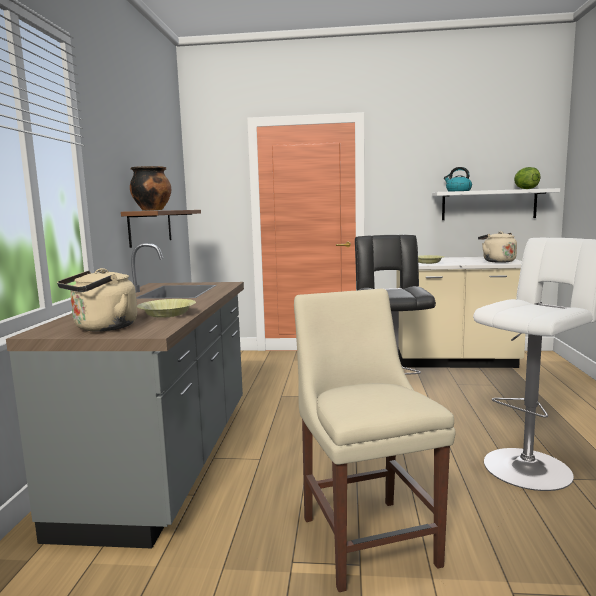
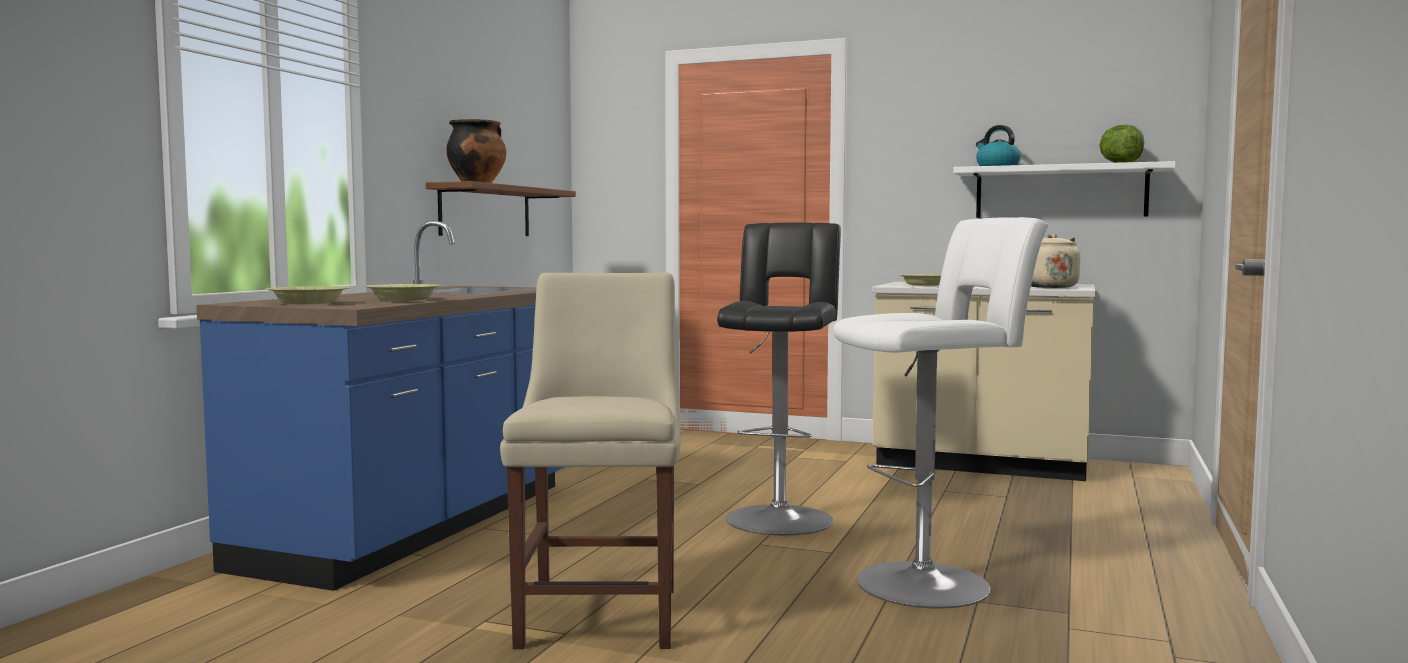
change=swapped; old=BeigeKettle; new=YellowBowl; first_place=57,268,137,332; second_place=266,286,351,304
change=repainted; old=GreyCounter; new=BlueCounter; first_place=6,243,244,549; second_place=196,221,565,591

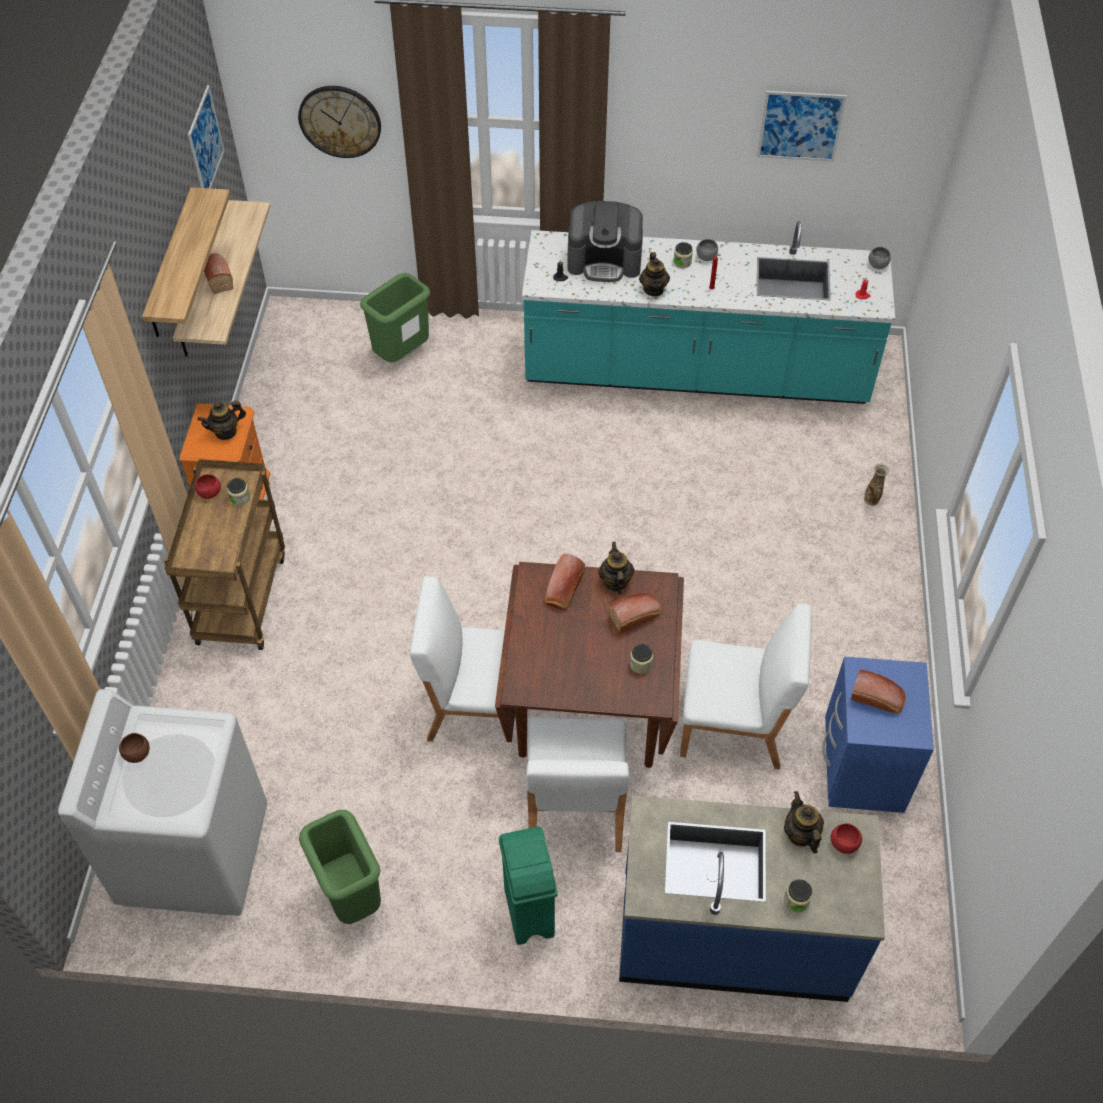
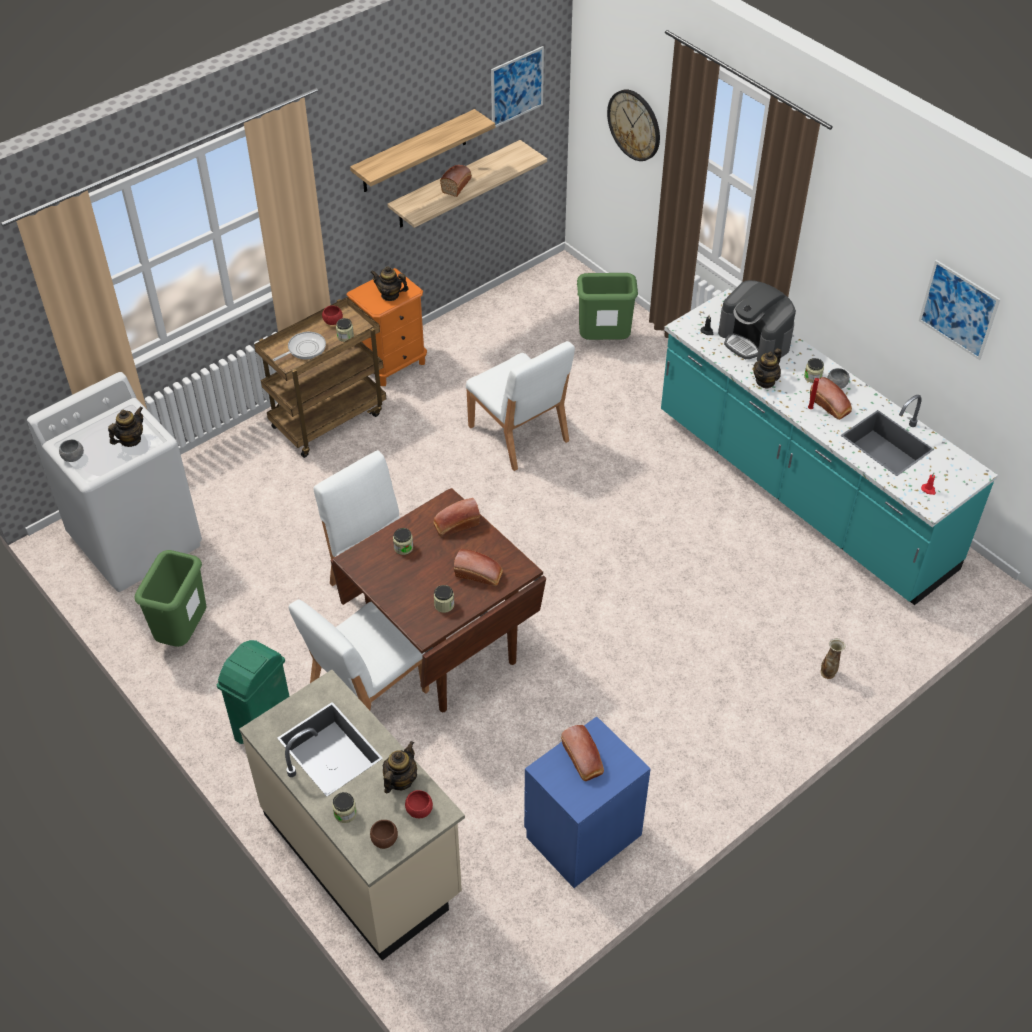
change=new; new=FryingPan; second_place=273,332,326,361
change=new; new=Jar; second_place=393,528,413,555
change=new; new=Bread; second_place=810,377,852,420
change=shifted; old=BrownBowl; first_place=119,733,149,763; second_place=370,820,398,849
change=shifted; old=Teapot; first_place=598,542,635,595; second_place=108,407,143,447
change=shifted; old=WhiteChair; first_place=680,604,812,770; second_place=466,341,575,471
change=shifted; old=GreyBowl; first_place=868,247,891,269; second_place=59,440,84,462
change=repainted; old=BlueCounter; new=BeigeCounter; first_place=619,795,885,1002; second_place=239,670,465,961

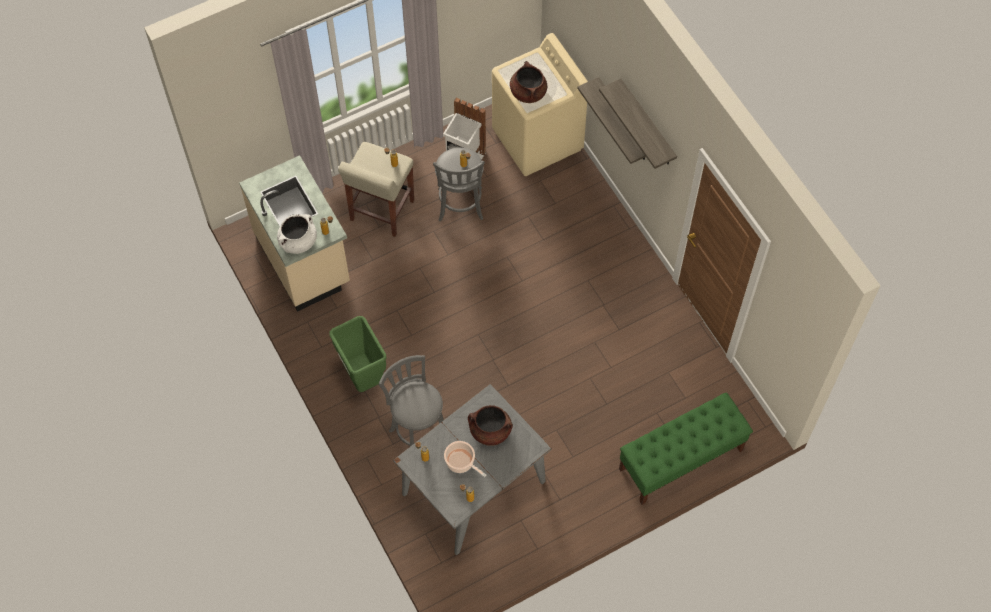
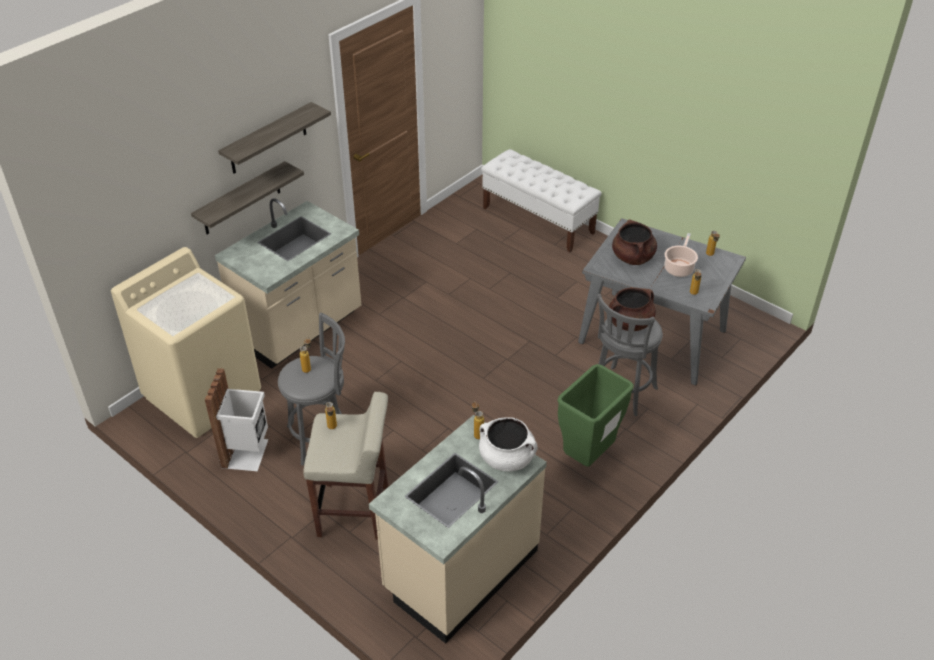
change=new; new=BeigeCounter; second_place=215,198,361,369
change=shifted; old=BrownCookingPot; first_place=510,61,547,103; second_place=609,287,656,331
change=repainted; old=GreenBench; new=WhiteBench; first_place=619,392,753,505; second_place=481,149,602,252

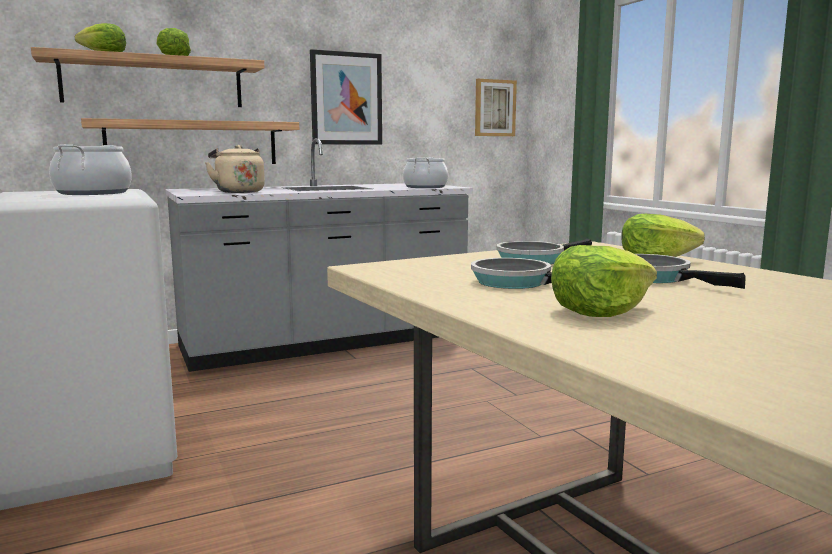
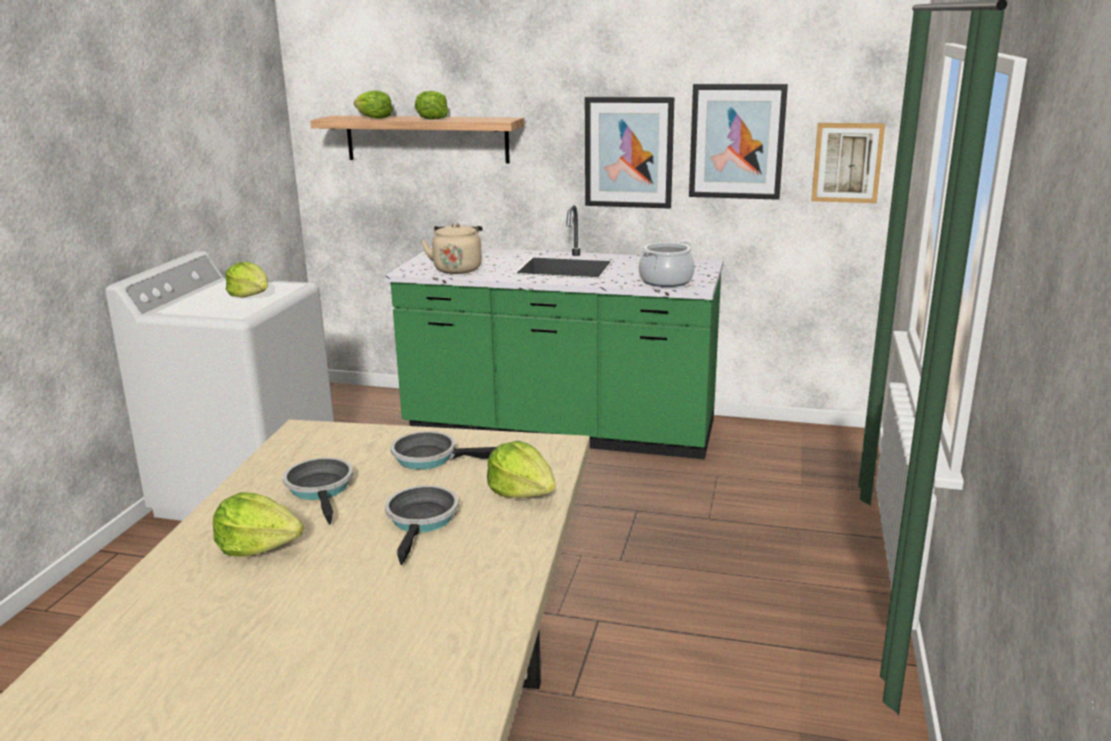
change=gone; old=Shelf; first_place=81,118,299,164
change=new; new=Picture; second_place=689,84,788,200
change=swapped; old=CookingPot; new=Lettuce; first_place=49,144,132,195; second_place=225,262,268,298
change=repainted; old=GreyCounter; new=GreenCounter; first_place=165,138,473,372; second_place=385,205,724,459

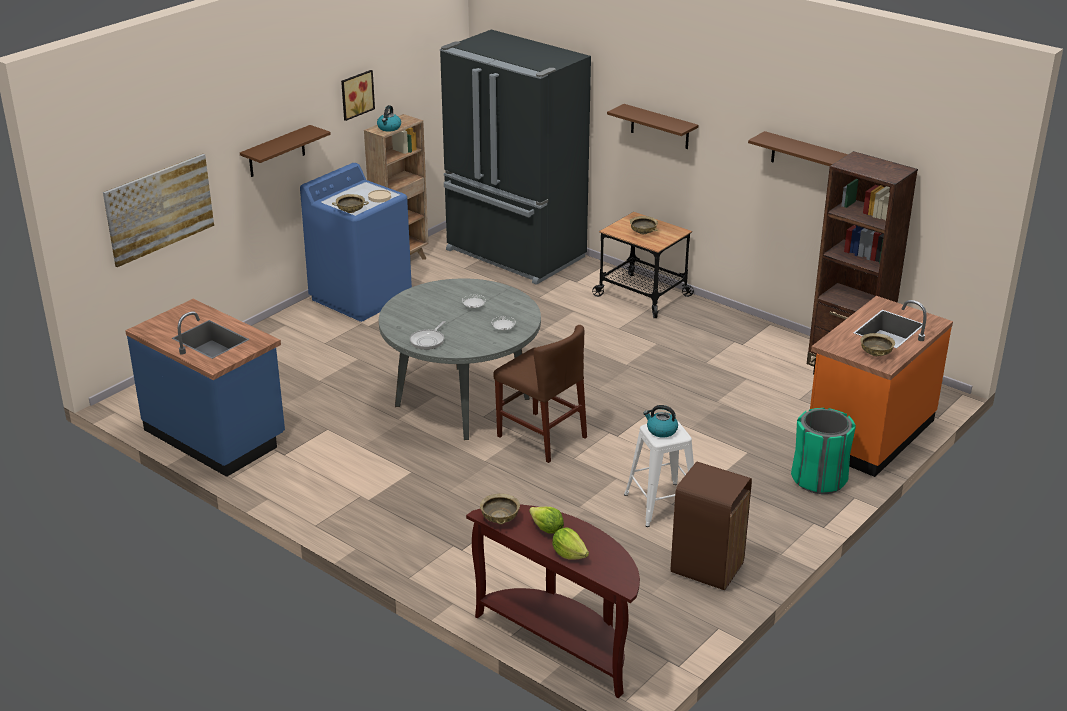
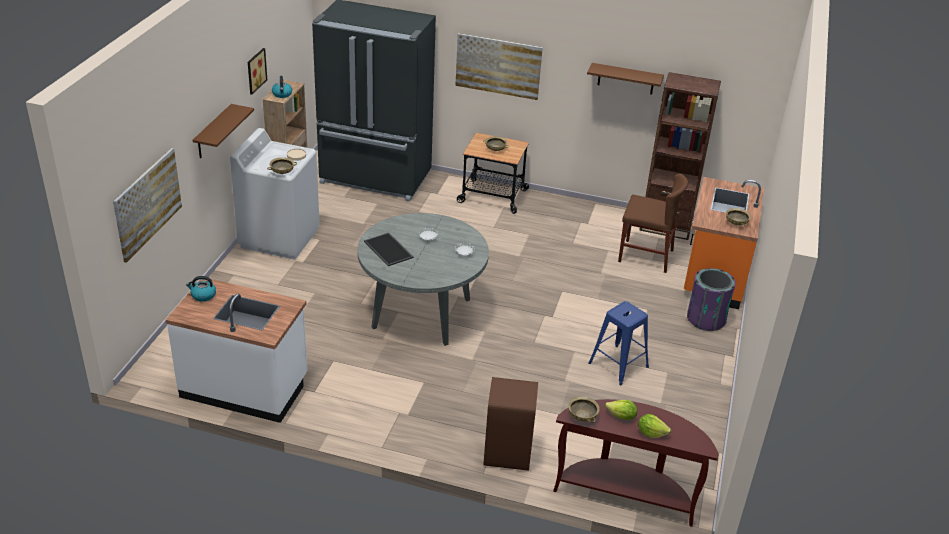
change=gone; old=FryingPan; first_place=410,321,445,350
change=new; new=Tray; second_place=364,233,413,266
change=shifted; old=BrownChair; first_place=494,325,587,463; second_place=618,174,688,273
change=shifted; old=Kettle; first_place=643,405,678,438; second_place=186,276,216,302
change=shifted; old=BrownTrashCan; first_place=671,462,752,590; second_place=483,377,538,471
change=swapped; old=BrownShelf; new=Picture; first_place=607,104,698,149; second_place=455,33,543,100
change=repainted; old=BlueCounter; new=WhiteCounter; first_place=125,299,285,477; second_place=165,279,307,423
change=repainted; old=BlueWashingMachine; new=WhiteWashingMachine; first_place=300,163,412,322; second_place=230,128,320,260
change=repainted; old=WhiteStool; new=BlueStool; first_place=624,420,694,527; second_place=588,301,649,386
change=repainted; old=GreenTrashCan; new=PurpleTrashCan; first_place=791,408,856,494; second_place=687,268,735,331

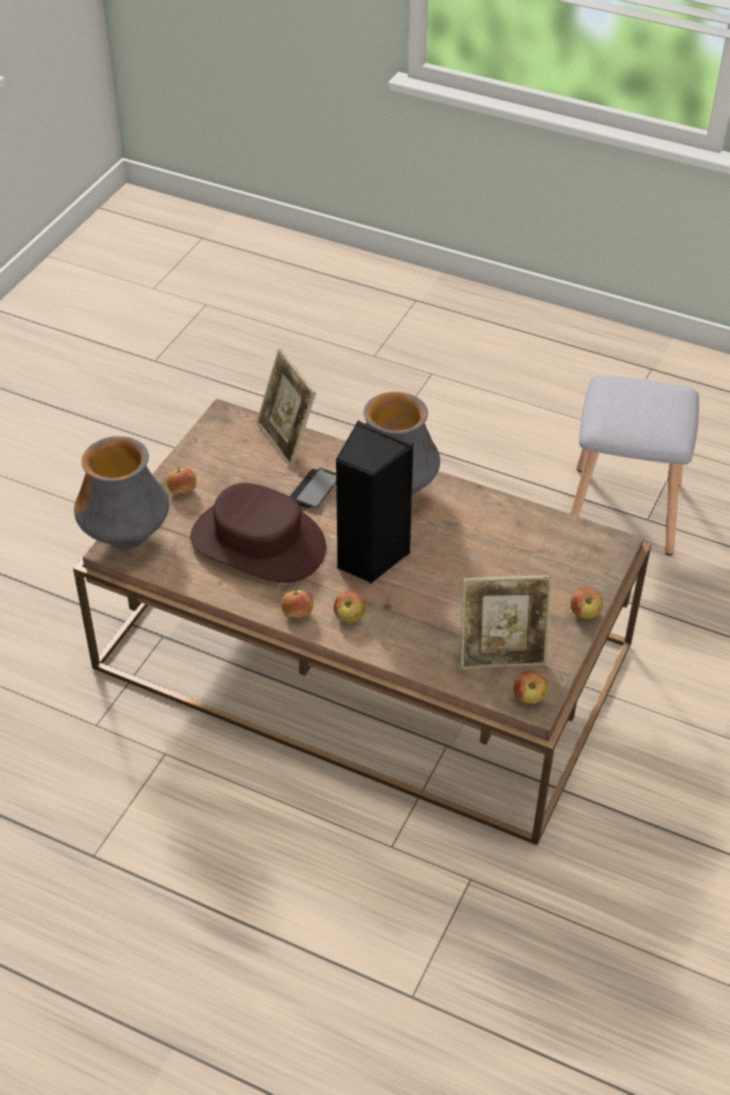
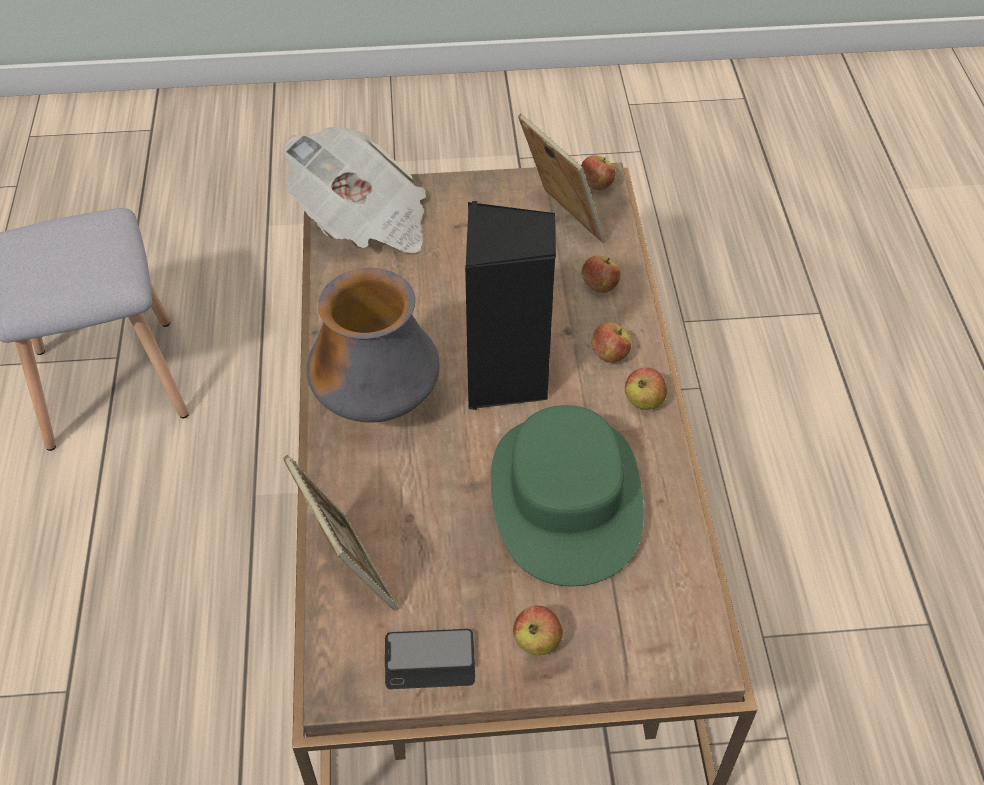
change=gone; old=Vase; first_place=74,436,169,549
change=new; new=Newspaper; second_place=284,127,426,253
change=shifted; old=Phone; first_place=289,468,336,508; second_place=385,629,475,689
change=shifted; old=Apple; first_place=571,588,603,619; second_place=582,255,621,293
change=repainted; old=BrownHat; new=GreenHat; first_place=190,483,326,583; second_place=491,405,644,587
change=rotated; old=PictureFrame; first_place=257,349,316,467; second_place=283,455,399,611; degrees=-60

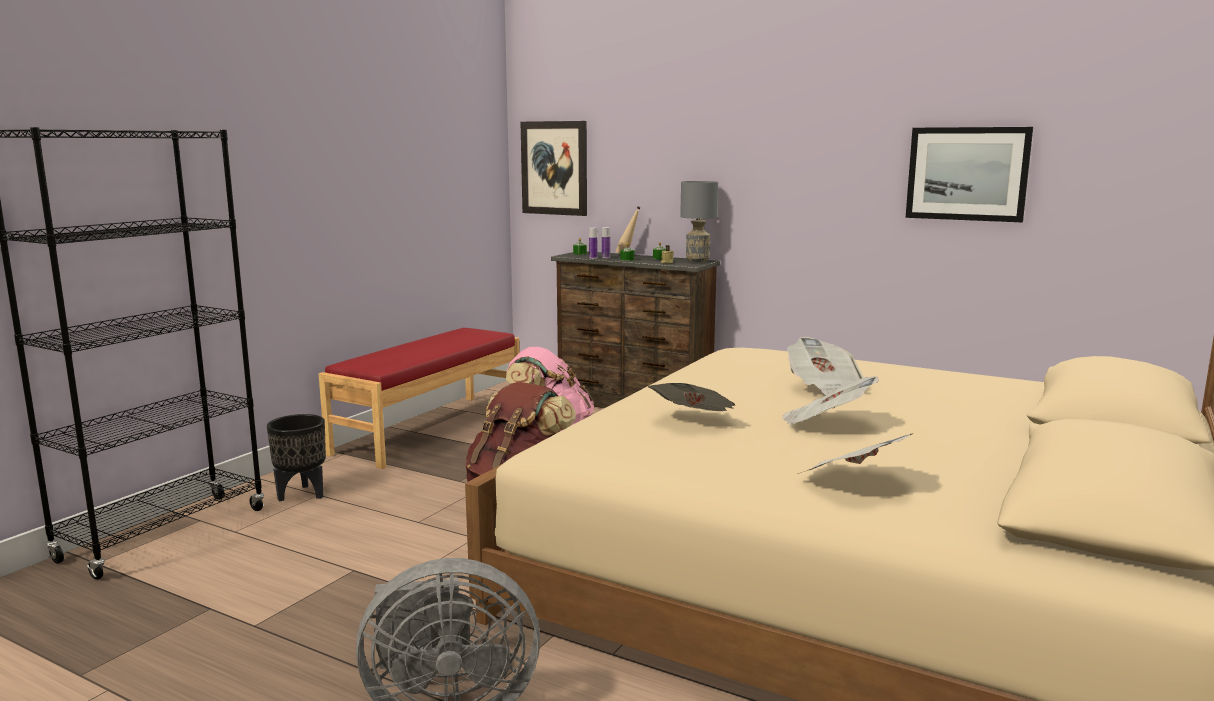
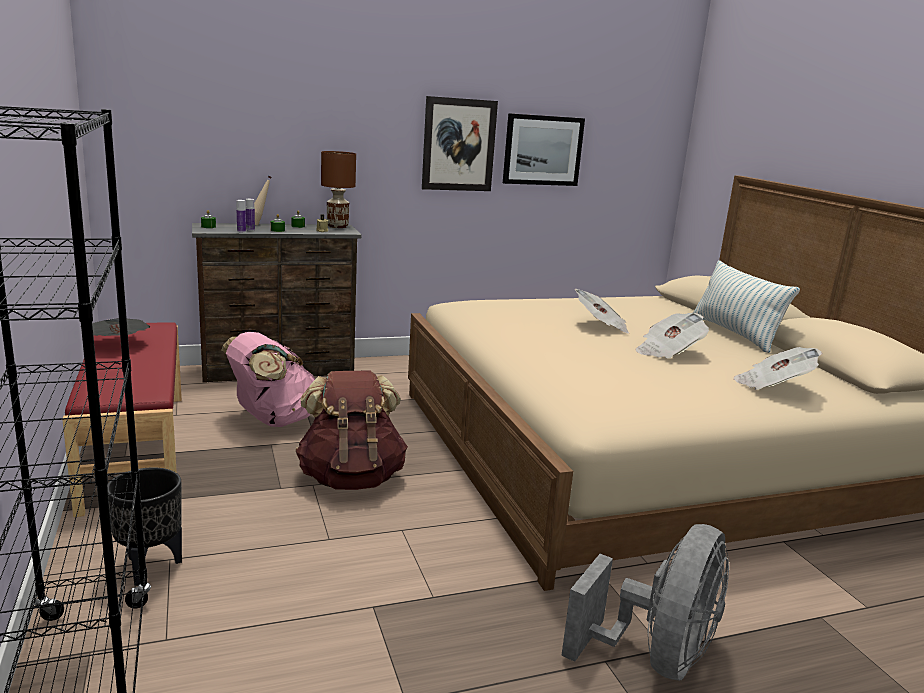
change=new; new=Pillow; second_place=693,260,800,353
change=shifted; old=Picture; first_place=520,121,587,216; second_place=422,96,498,191
change=shifted; old=Newspaper; first_place=648,383,735,411; second_place=80,318,150,336
change=repainted; old=GreyTableLamp; new=BrownTableLamp; first_place=680,181,718,262; second_place=321,151,356,228

